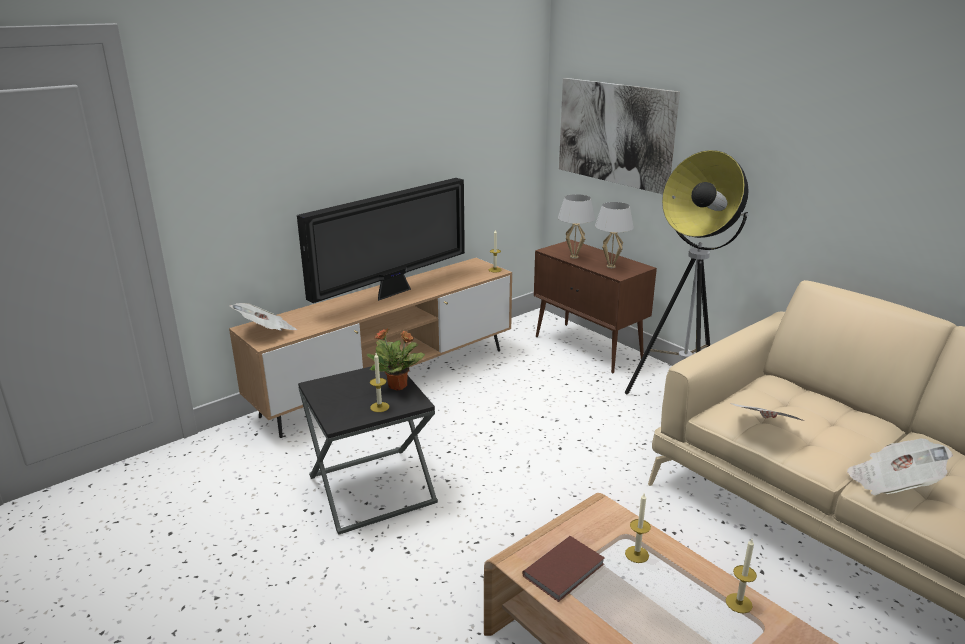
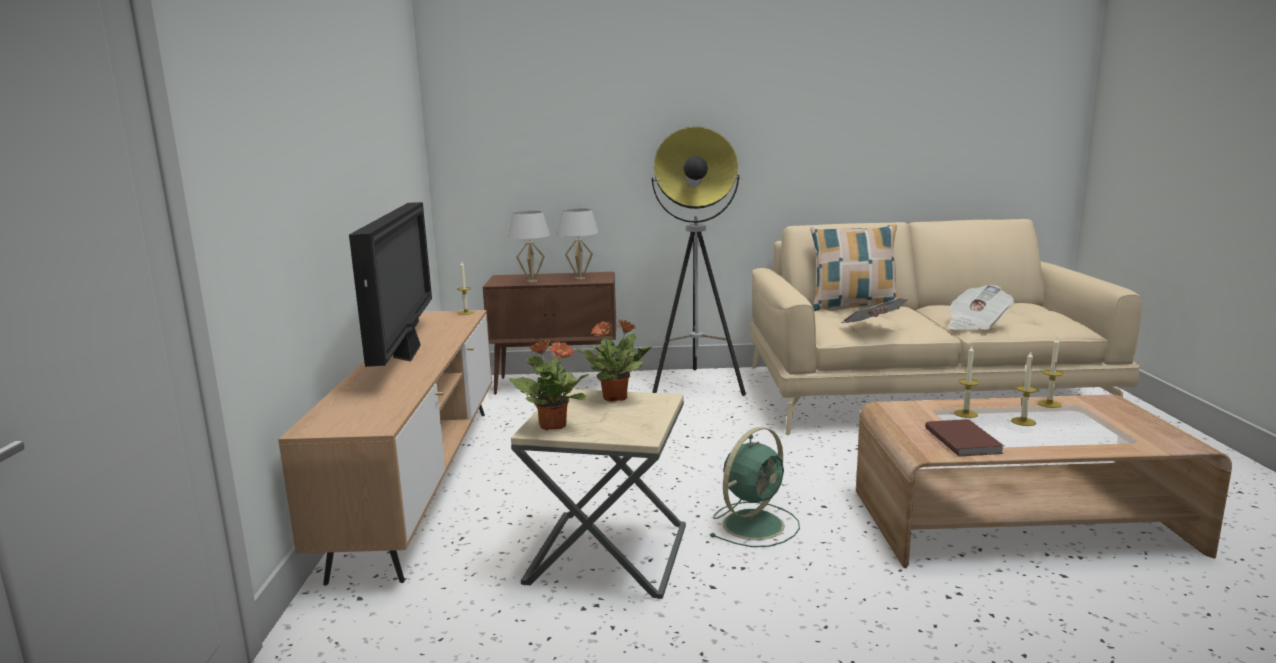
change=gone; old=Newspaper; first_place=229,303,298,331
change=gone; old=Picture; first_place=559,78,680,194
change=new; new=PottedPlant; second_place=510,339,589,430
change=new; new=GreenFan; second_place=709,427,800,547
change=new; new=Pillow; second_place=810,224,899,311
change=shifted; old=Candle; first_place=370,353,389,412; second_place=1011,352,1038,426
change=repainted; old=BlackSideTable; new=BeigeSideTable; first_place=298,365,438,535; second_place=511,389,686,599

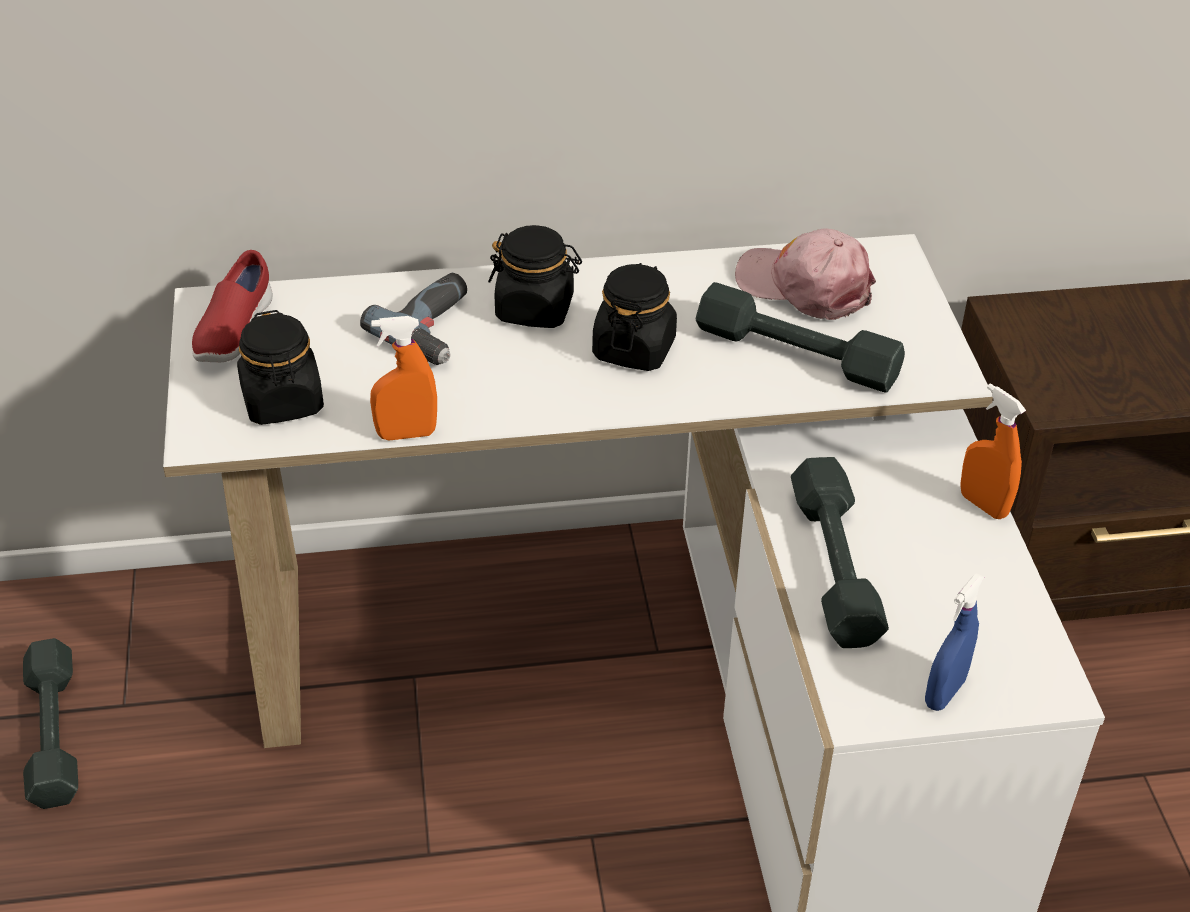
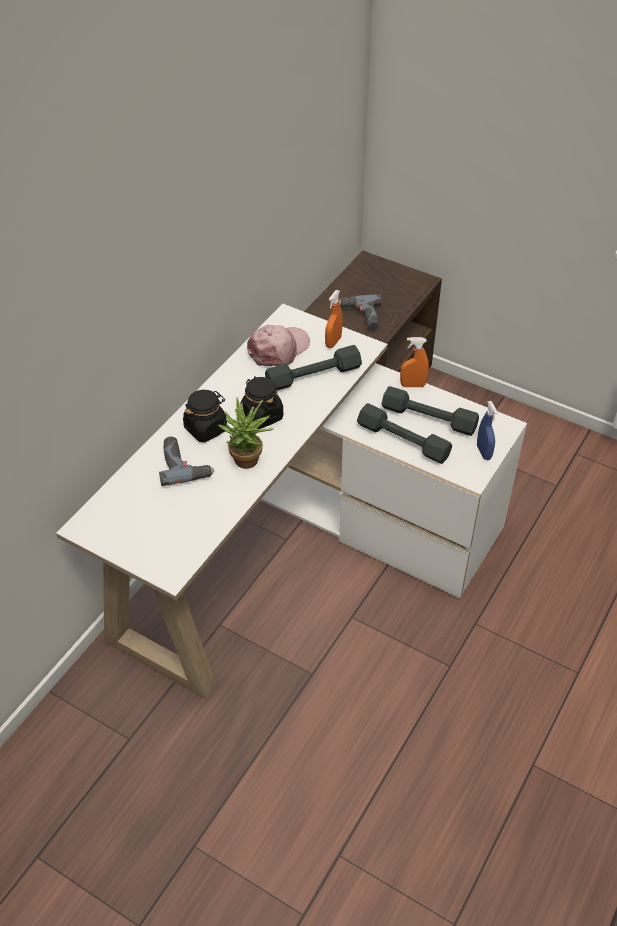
change=gone; old=RedShoe; first_place=192,250,273,362
change=gone; old=BlackJar; first_place=237,310,324,425
change=new; new=PottedPlant; second_place=218,397,273,469
change=new; new=PowerDrill; second_place=339,294,382,331
change=shifted; old=GreyDumbbell; first_place=23,638,78,809; second_place=382,386,479,436
change=shifted; old=OrangeSprayBottle; first_place=370,316,437,441; second_place=325,290,343,348
change=rotated; old=PinkCap; first_place=735,228,876,320; second_place=247,325,310,366; degrees=150

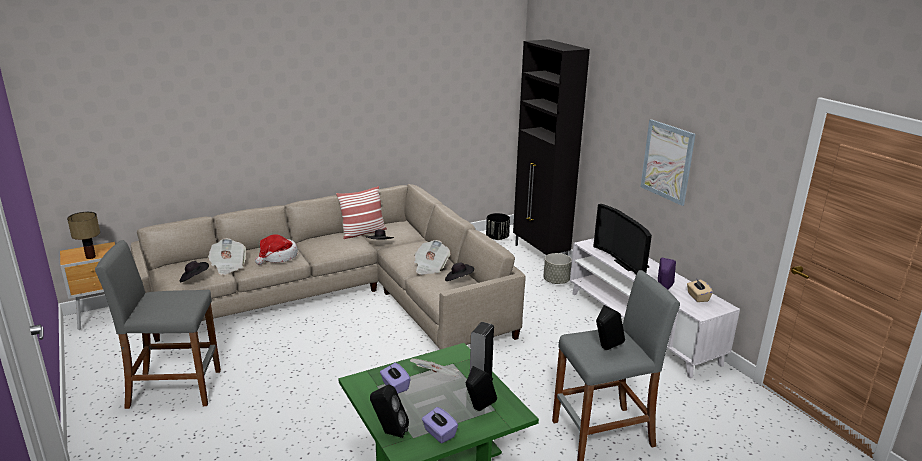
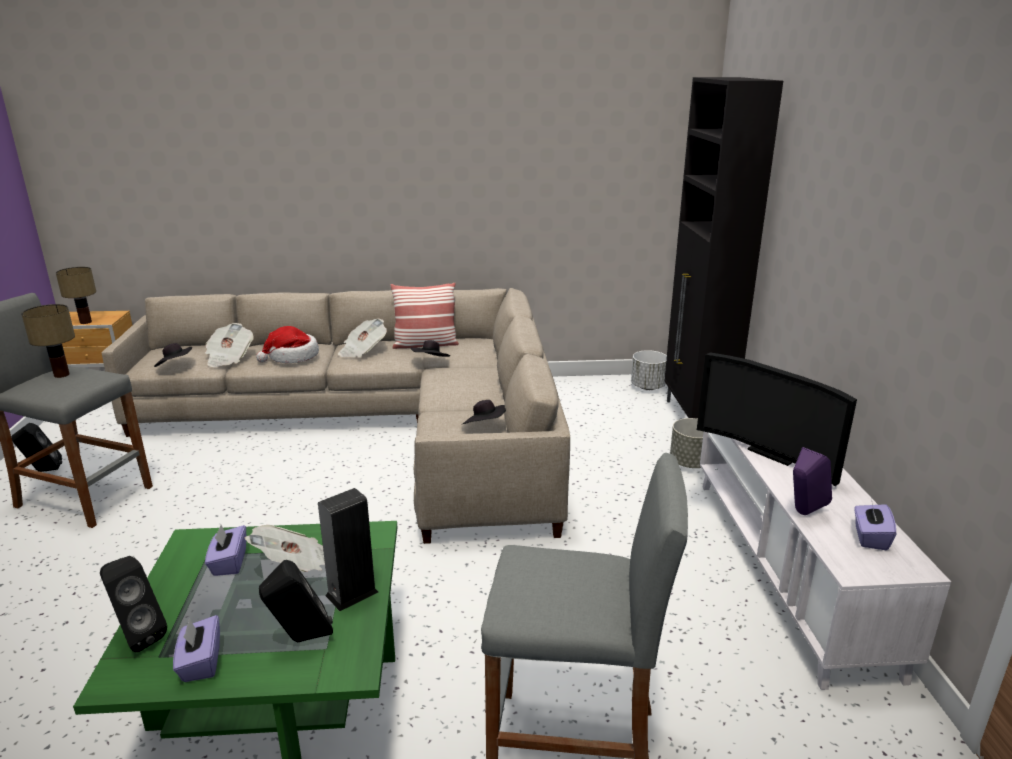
change=gone; old=Picture; first_place=641,119,696,206
change=new; new=TableLamp; second_place=21,304,75,378
change=shifted; old=Newspaper; first_place=414,240,450,275; second_place=338,319,387,358
change=shifted; old=BlackSpeaker; first_place=596,305,625,350; second_place=11,423,62,472
change=repainted; old=BlackPlanter; new=WhitePlanter; first_place=486,213,510,240; second_place=631,350,667,390
change=repainted; old=BeigeTissueBox; new=PurpleTissueBox; first_place=687,278,713,302; second_place=855,503,896,550
change=rotated; old=Television; first_place=593,204,652,274; second_place=697,352,857,486; degrees=-45

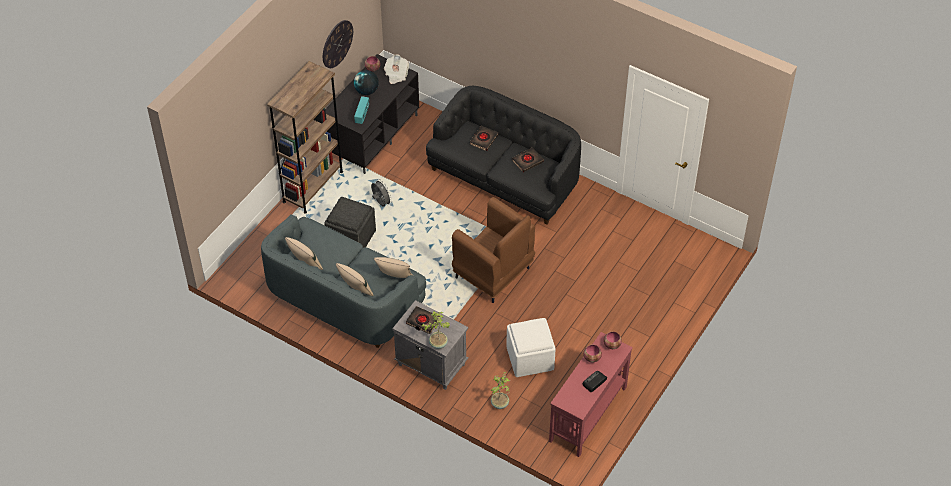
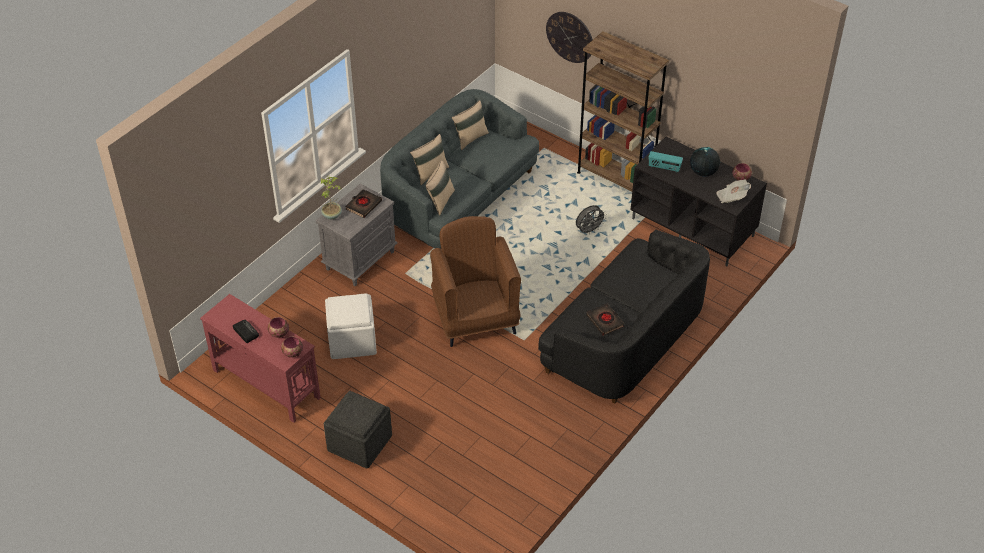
change=gone; old=BlackBook; first_place=470,126,499,151
change=gone; old=PottedPlant; first_place=490,372,510,409
change=shifted; old=WallClock; first_place=323,20,353,68; second_place=546,12,593,63
change=shifted; old=GreyOttoman; first_place=324,197,376,248; second_place=324,391,392,468
change=rotated; old=BrownArmchair; first_place=452,197,535,303; second_place=430,216,521,347; degrees=120

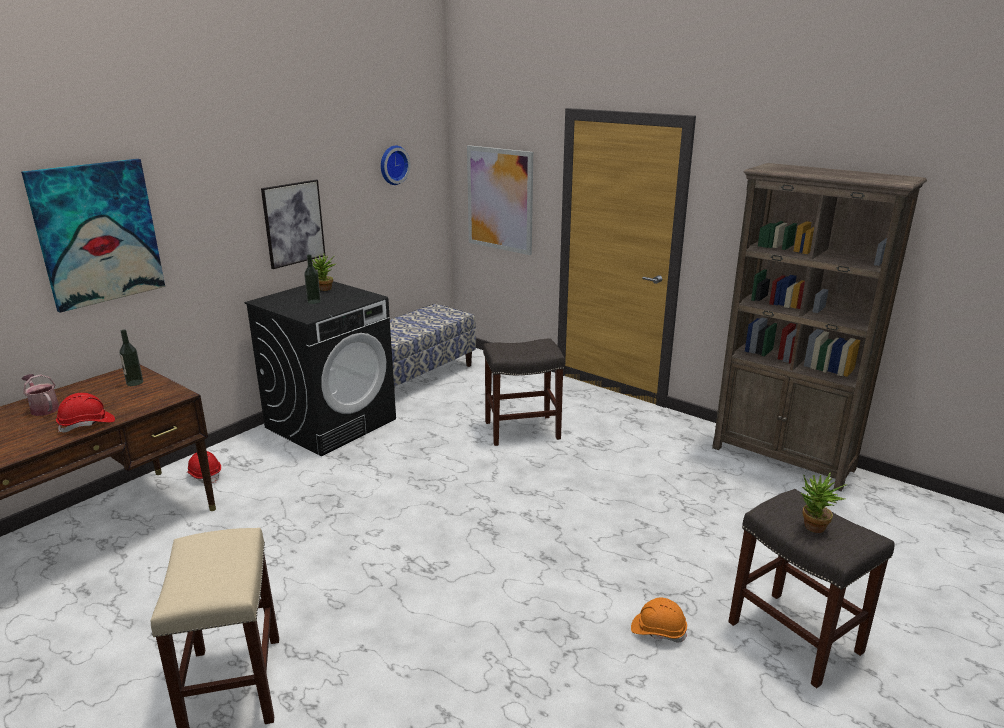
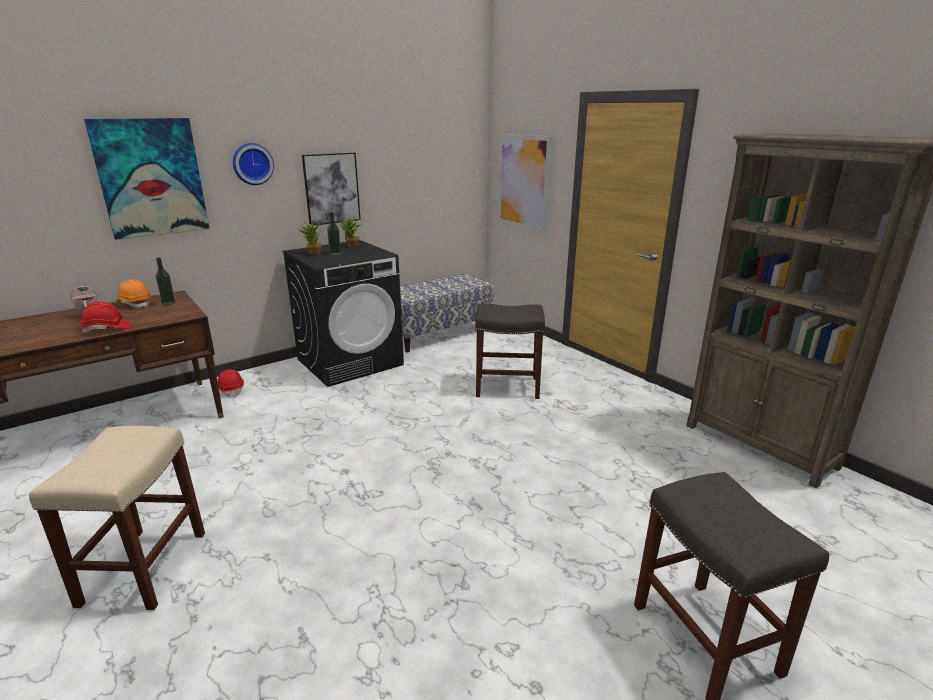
change=shifted; old=WallClock; first_place=381,145,410,185; second_place=233,143,274,185
change=shifted; old=OrangeHardHat; first_place=631,597,687,642; second_place=117,279,151,308
change=shifted; old=PottedPlant; first_place=801,472,847,533; second_place=297,221,322,255

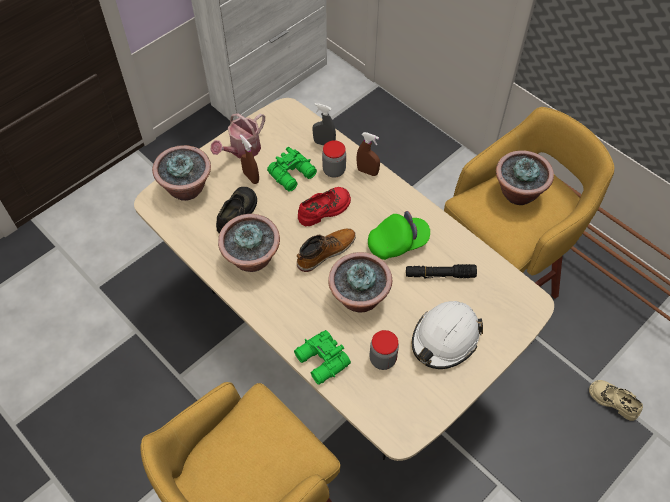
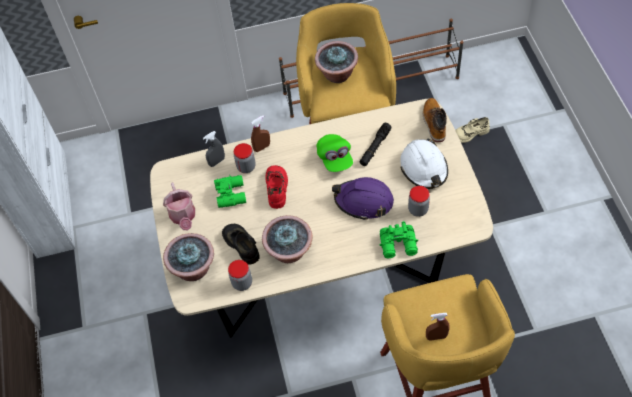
change=new; new=Jar; second_place=228,260,252,291
change=shifted; old=BrownSprayBottle; first_place=240,135,259,184; second_place=426,313,449,341
change=shifted; old=Boot; first_place=297,228,356,272; second_place=423,98,447,142
change=swapped; old=PottedPlant; new=PurpleHardHat; first_place=328,252,392,312; second_place=332,177,394,220
change=rotated; old=GreenCap; first_place=368,211,430,260; second_place=316,134,353,172; degrees=150

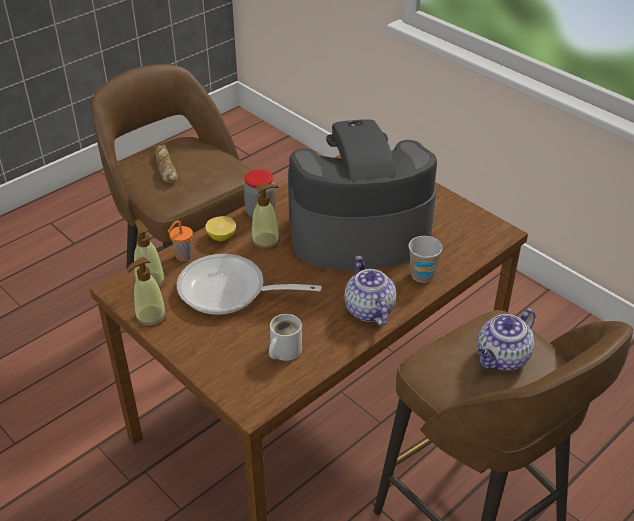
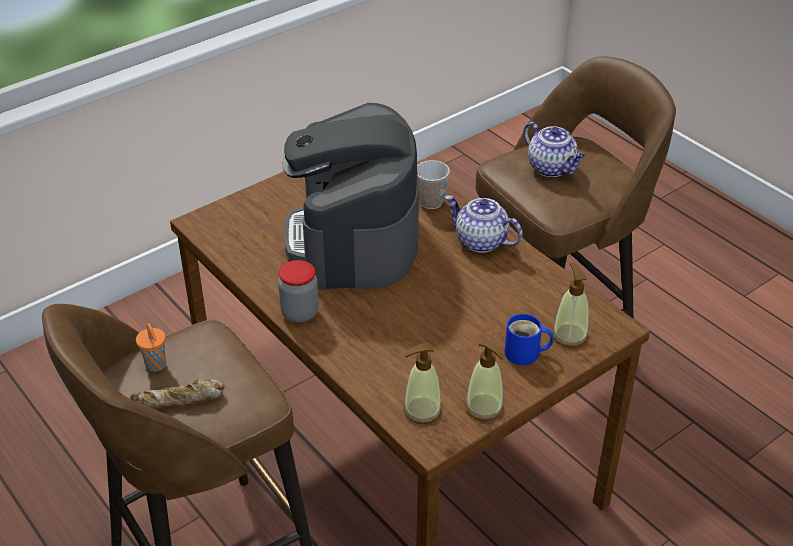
change=gone; old=FryingPan; first_place=177,254,322,315
change=gone; old=Lemon; first_place=205,216,236,241
change=gone; old=WhiteMug; first_place=269,314,302,361
change=new; new=BlueMug; second_place=505,314,553,365
change=shifted; old=OrangeCup; first_place=168,220,193,261; second_place=136,323,166,372
change=shifted; old=SoapDispenser; first_place=251,184,280,250; second_place=552,263,589,348
change=rotated; old=Teapot; first_place=344,256,396,327; second_place=445,195,523,253; degrees=45

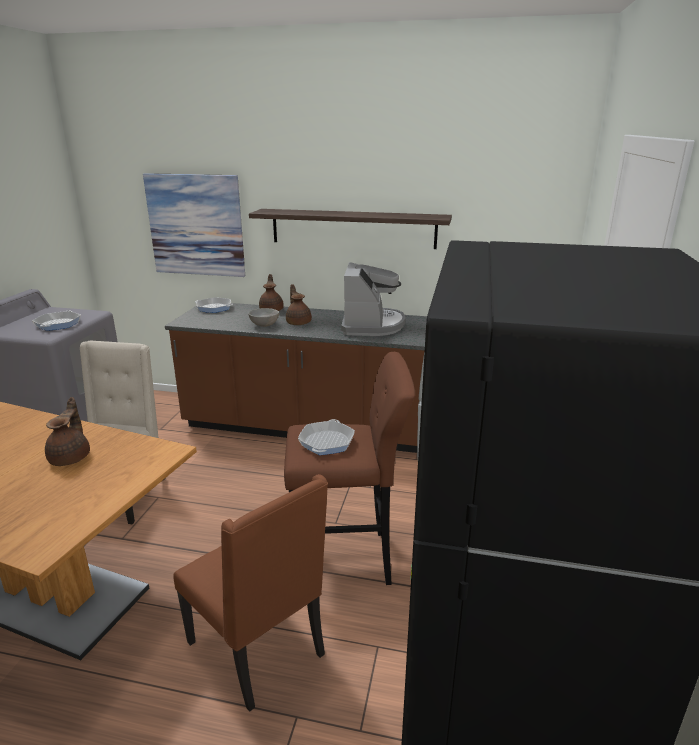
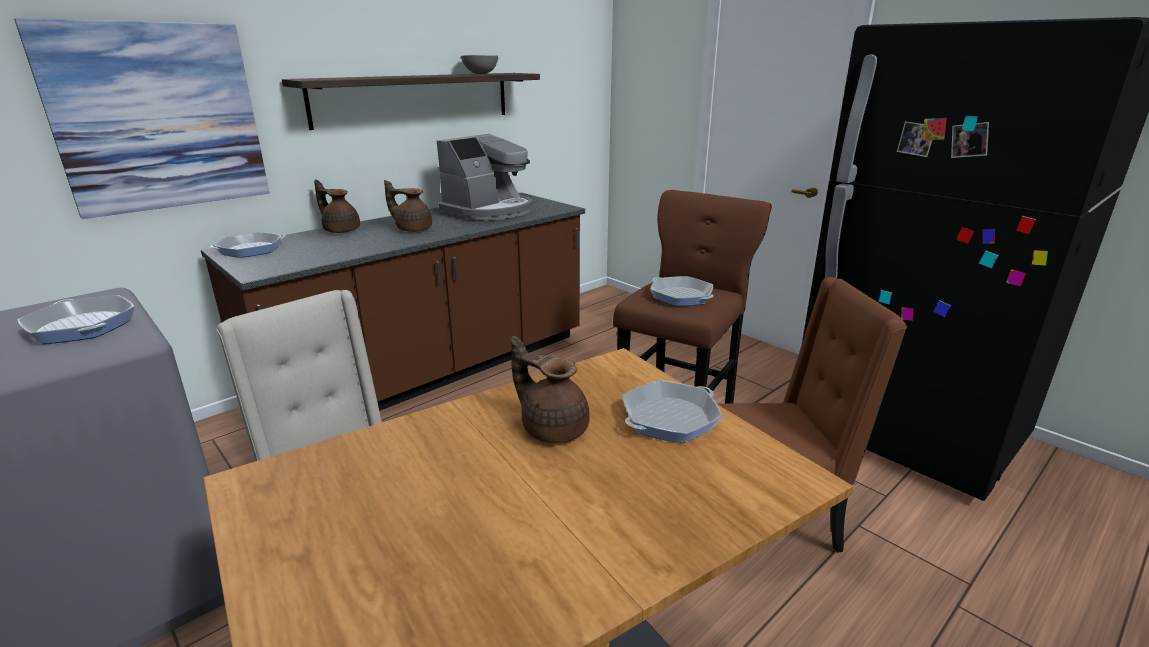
change=new; new=FryingPan; second_place=622,380,722,443
change=shifted; old=GreyBowl; first_place=248,308,279,327; second_place=461,55,498,74
change=rotated; old=CoffeeMachine; first_place=341,262,406,336; second_place=437,134,533,221; degrees=90

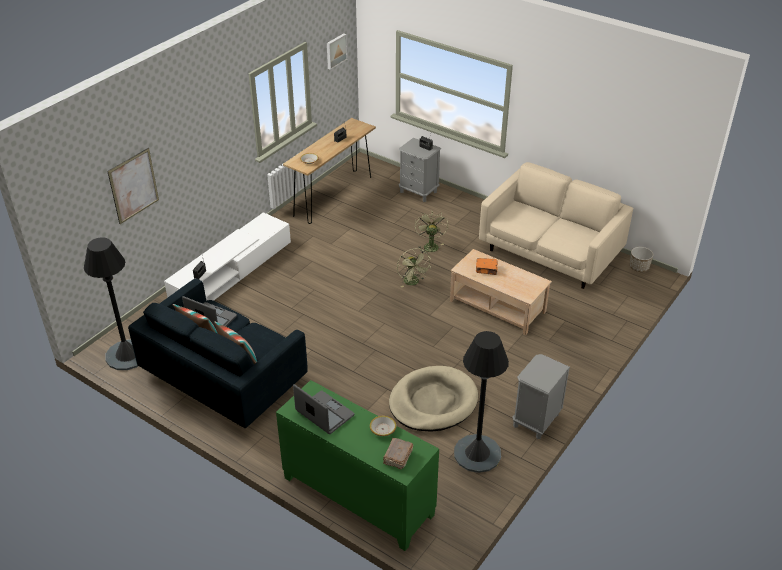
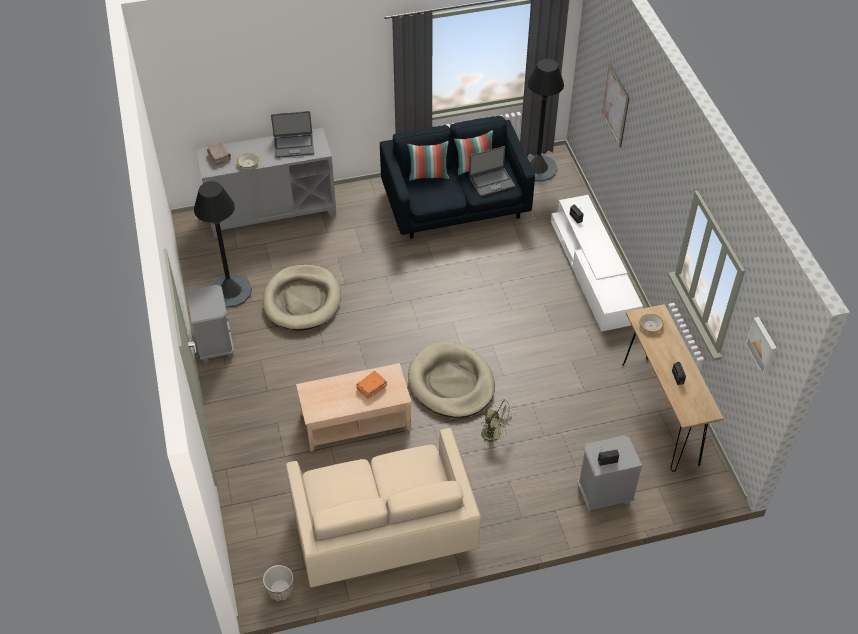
change=swapped; old=GreenFan; new=BeigeDogBed; first_place=397,248,431,288; second_place=408,342,495,418
change=repainted; old=GreenCabinet; new=GreyCabinet; first_place=276,380,439,551; second_place=196,128,336,238

